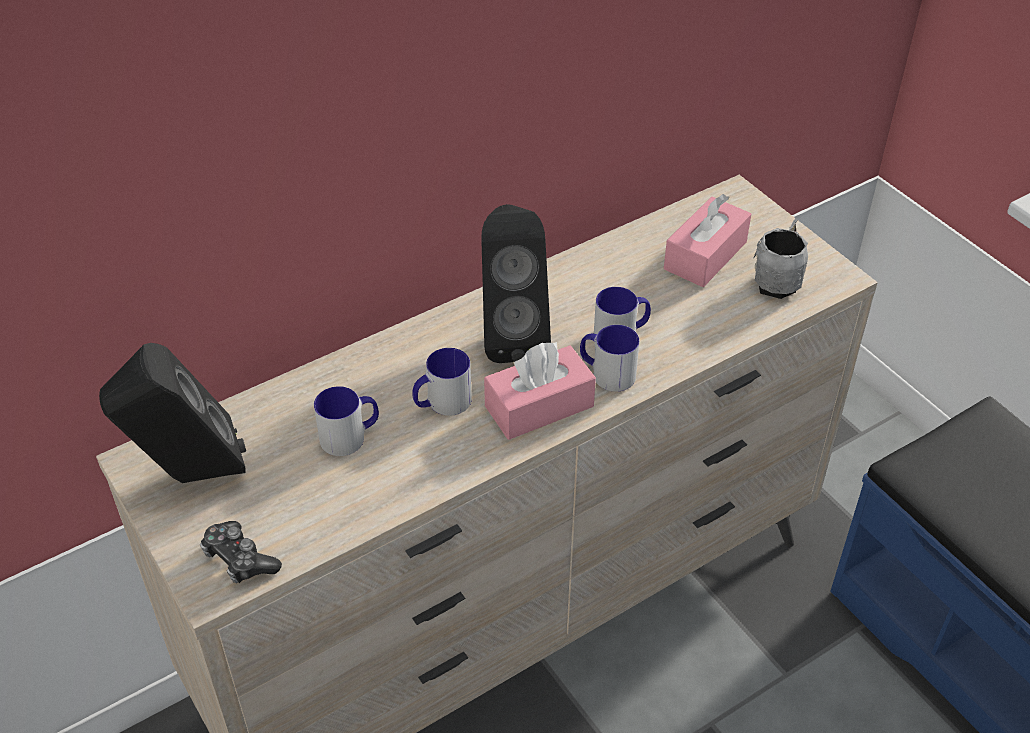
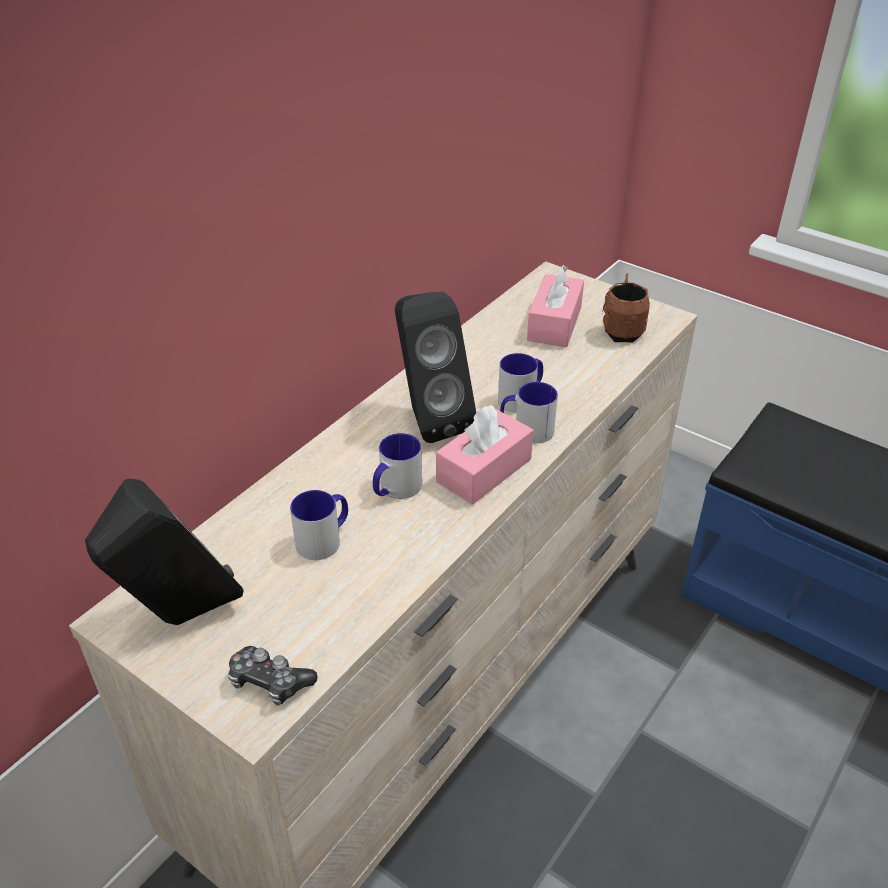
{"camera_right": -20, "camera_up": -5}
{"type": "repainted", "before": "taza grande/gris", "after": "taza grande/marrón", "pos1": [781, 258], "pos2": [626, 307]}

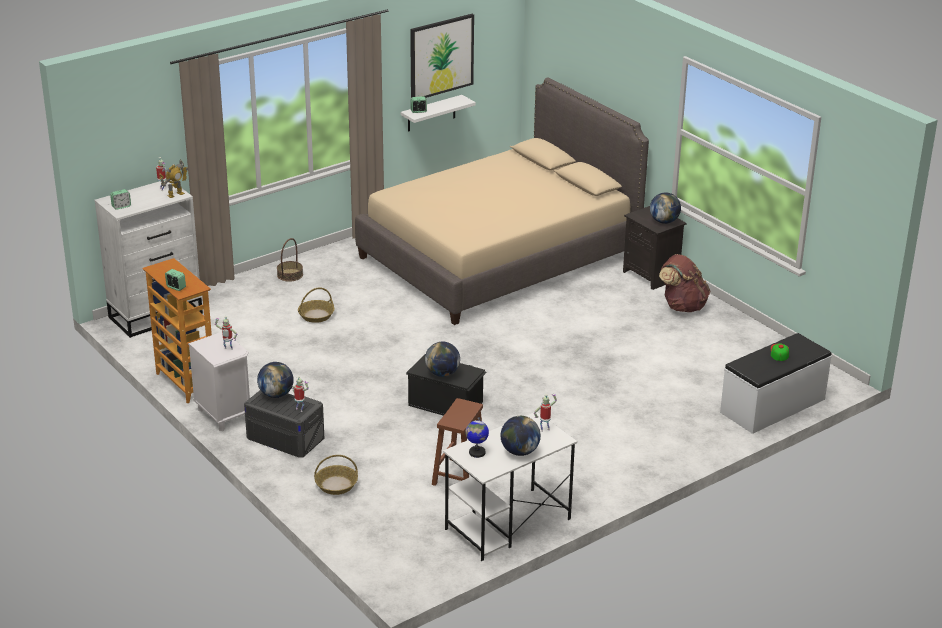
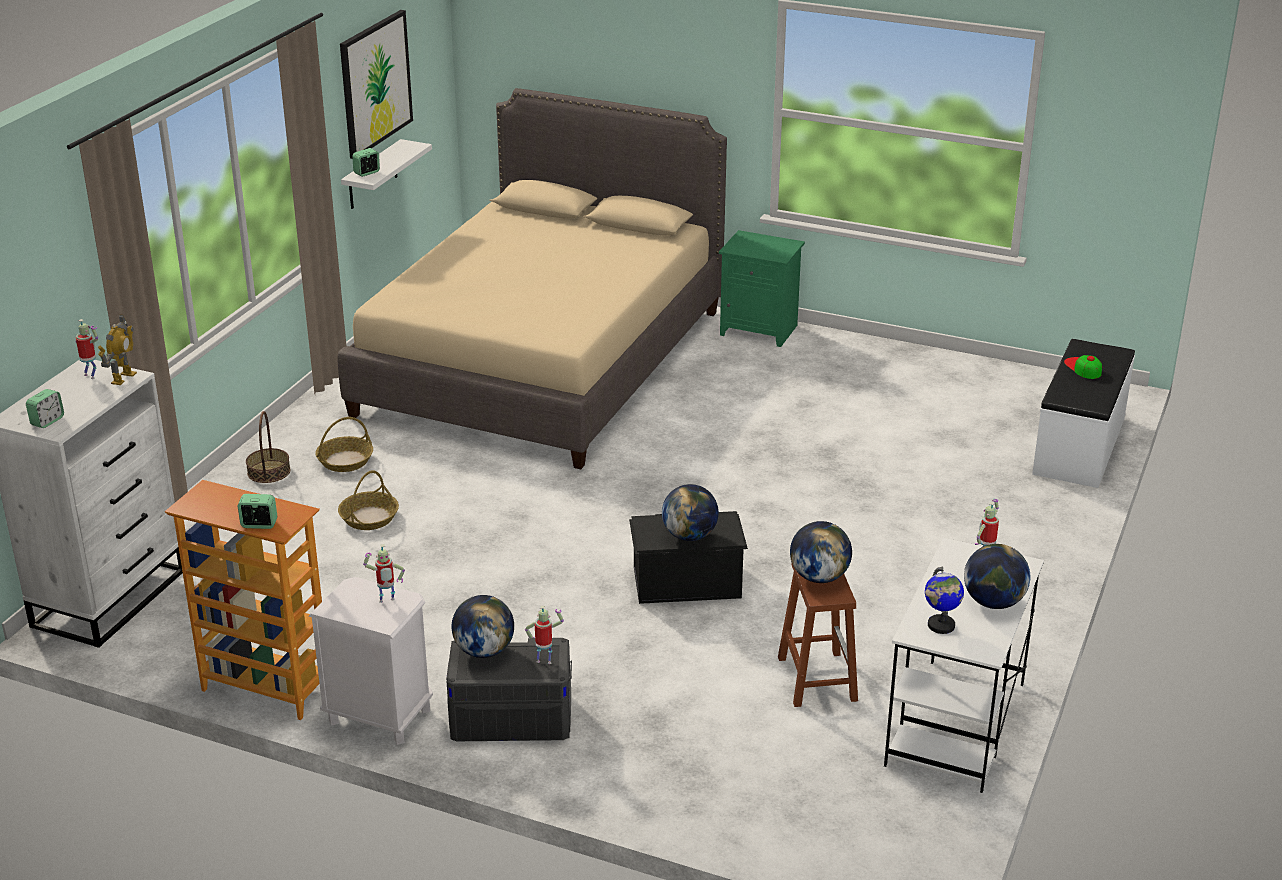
{"camera_right": -30, "camera_up": 0}
{"type": "shifted", "before": "cesta", "pos1": [336, 475], "pos2": [344, 444]}
{"type": "repainted", "before": "mesita de noche/negro", "after": "mesita de noche/verde", "pos1": [655, 248], "pos2": [762, 288]}
{"type": "shifted", "before": "globo terráqueo", "pos1": [665, 208], "pos2": [821, 552]}
{"type": "gone", "before": "mochila/marrón", "pos1": [684, 283]}

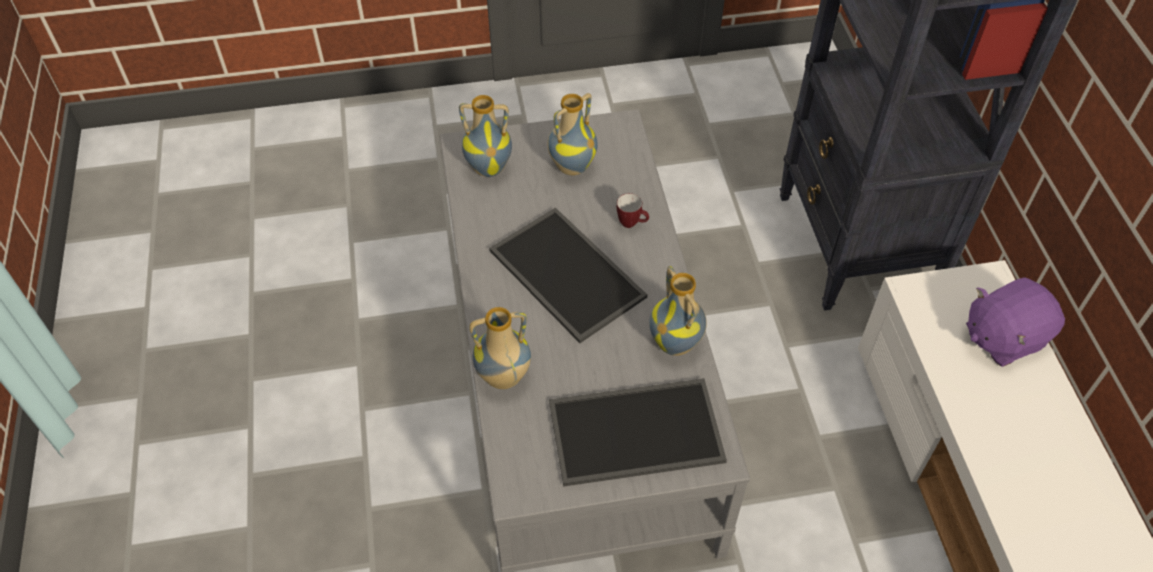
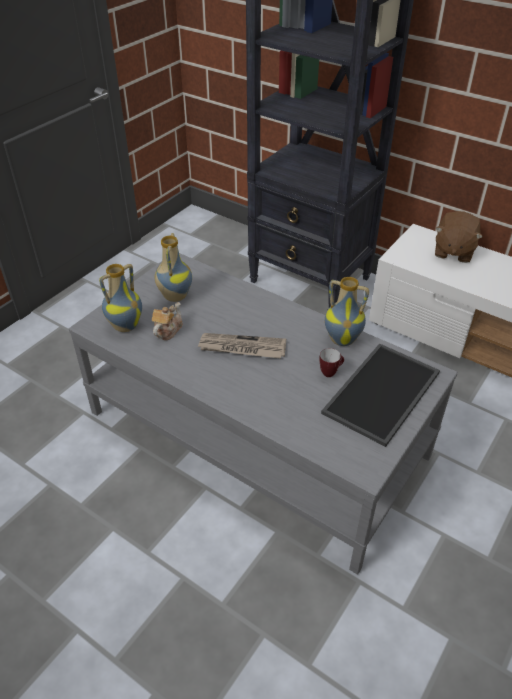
{"camera_right": -45, "camera_up": -10}
{"type": "gone", "before": "florero", "pos1": [500, 348]}
{"type": "swapped", "before": "bandeja", "after": "periódico", "pos1": [568, 275], "pos2": [241, 346]}
{"type": "shifted", "before": "taza grande", "pos1": [633, 210], "pos2": [331, 362]}
{"type": "repainted", "before": "peluche/morado", "after": "peluche/marrón", "pos1": [1015, 322], "pos2": [459, 237]}
{"type": "new", "after": "tetera", "pos2": [167, 321]}

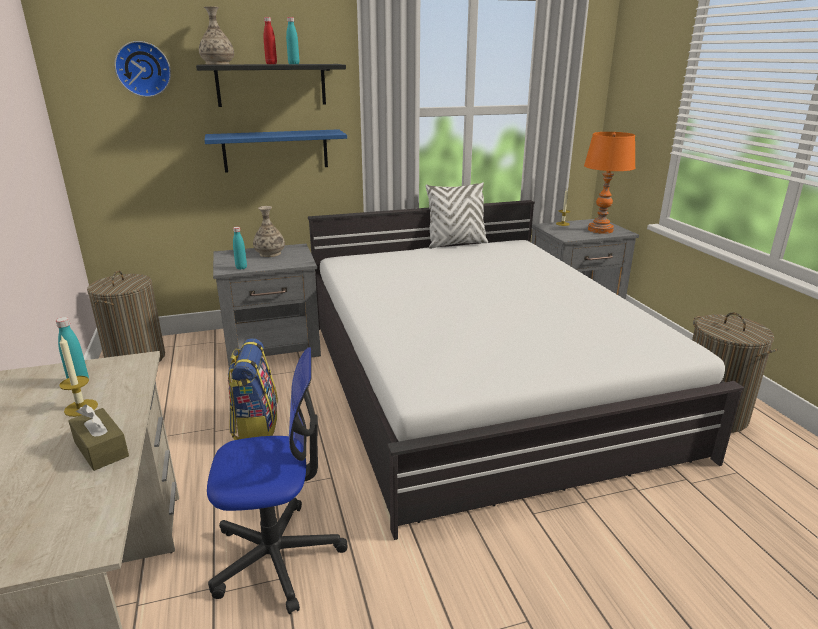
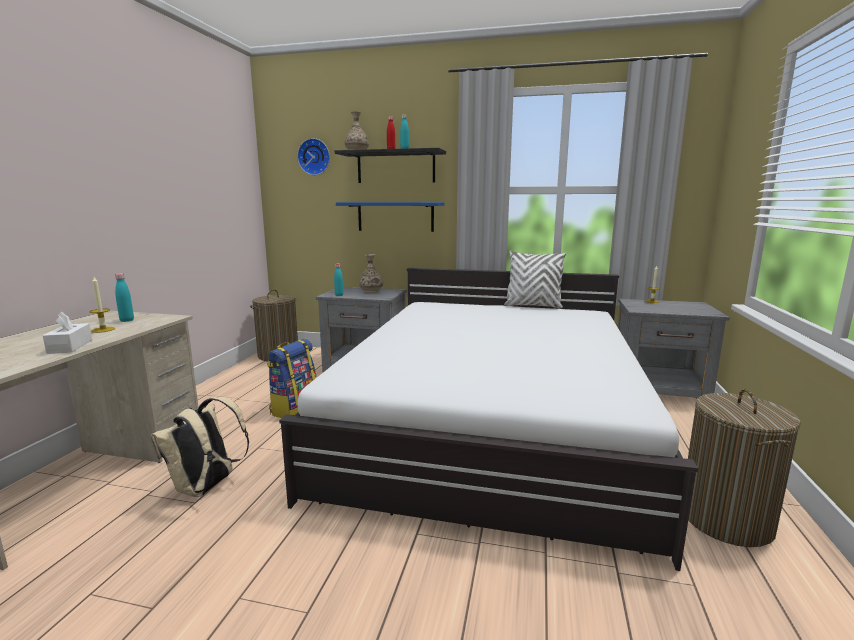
{"camera_right": 30, "camera_up": -10}
{"type": "repainted", "before": "caja de pañuelos/marrón", "after": "caja de pañuelos/blanco", "pos1": [98, 437], "pos2": [67, 333]}
{"type": "swapped", "before": "silla de oficina", "after": "mochila/beis", "pos1": [277, 480], "pos2": [200, 447]}
{"type": "gone", "before": "lámpara de mesa/naranja", "pos1": [610, 183]}

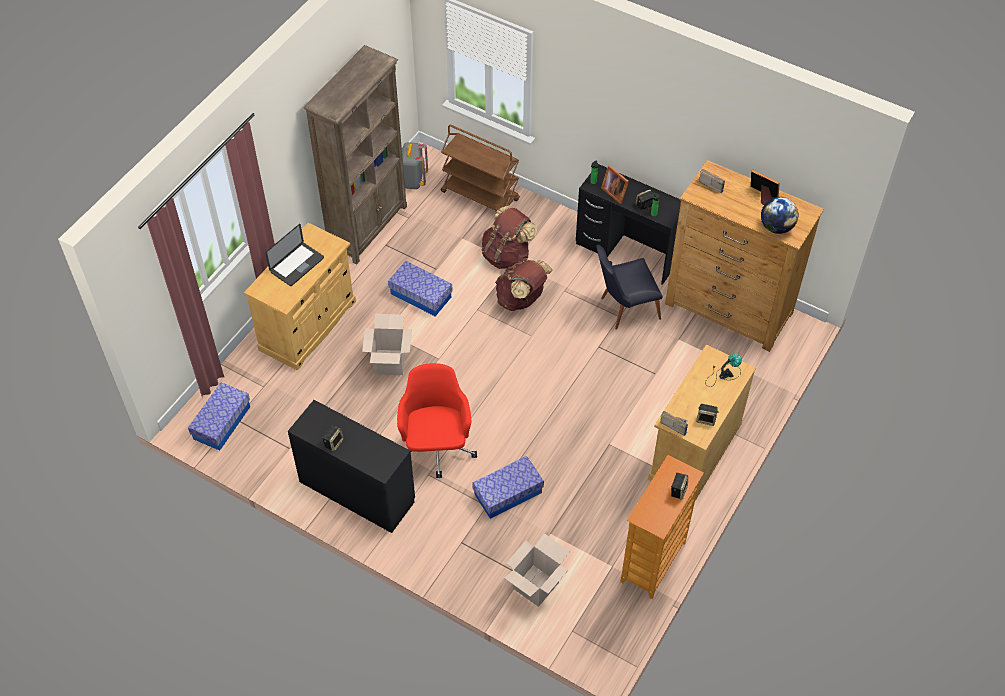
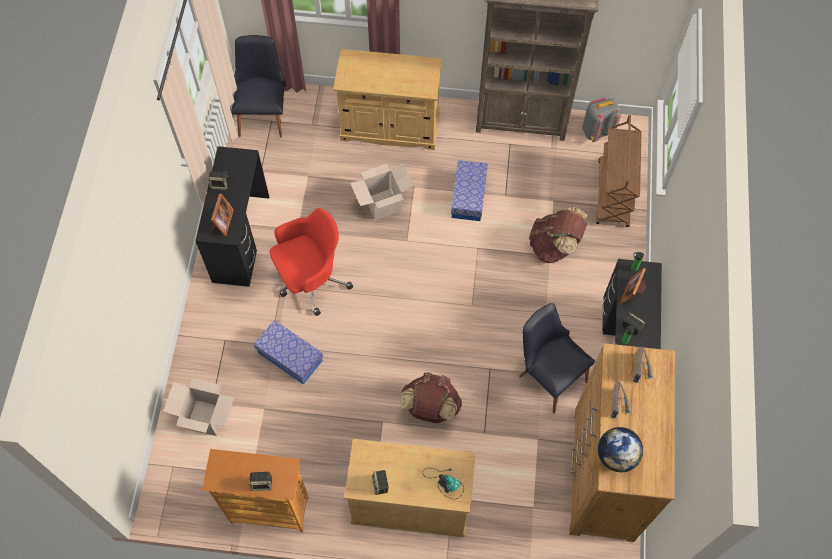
{"camera_right": 65, "camera_up": 10}
{"type": "swapped", "before": "caja de almacenaje", "after": "silla/negro", "pos1": [219, 416], "pos2": [258, 86]}
{"type": "gone", "before": "portátil", "pos1": [295, 255]}
{"type": "shifted", "before": "mochila/marrón", "pos1": [524, 285], "pos2": [431, 398]}
{"type": "shifted", "before": "radio", "pos1": [674, 423], "pos2": [621, 400]}
{"type": "shifted", "before": "portarretratos", "pos1": [765, 187], "pos2": [222, 215]}

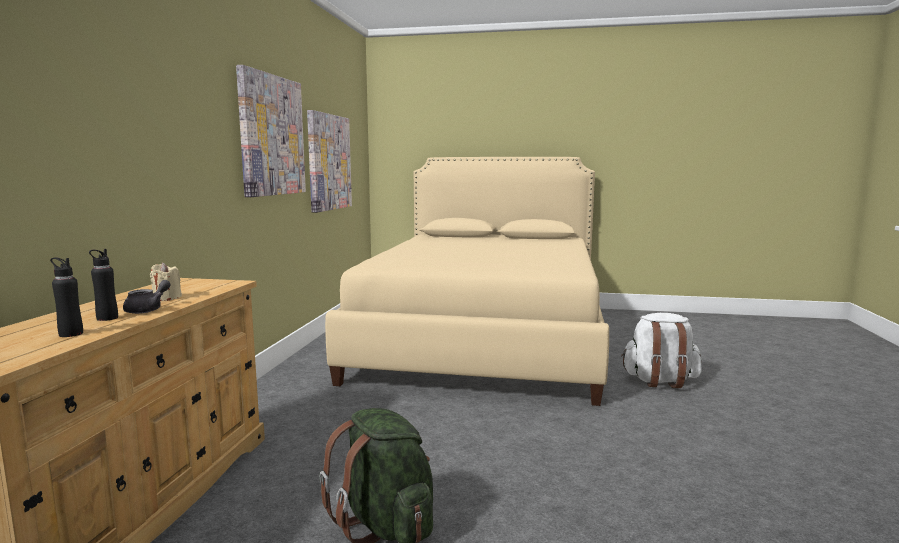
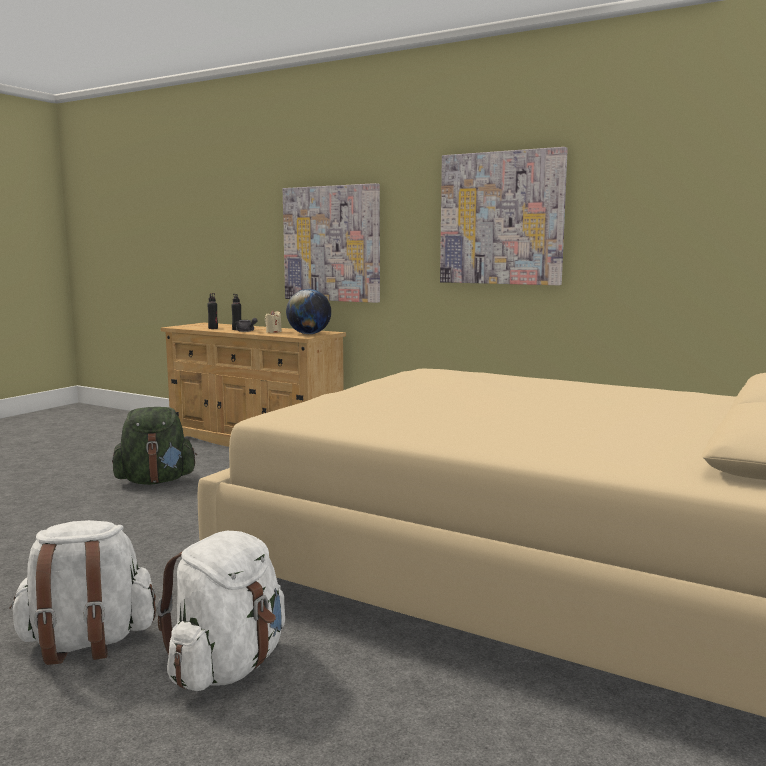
{"camera_right": 110, "camera_up": 0}
{"type": "shifted", "before": "cuadro", "pos1": [329, 161], "pos2": [331, 243]}
{"type": "new", "after": "mochila/blanco", "pos2": [82, 592]}
{"type": "new", "after": "globo terráqueo", "pos2": [308, 311]}

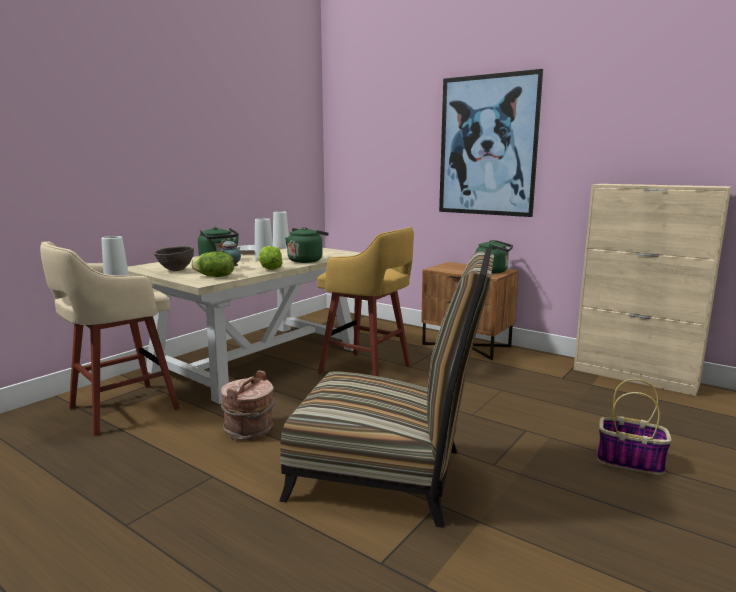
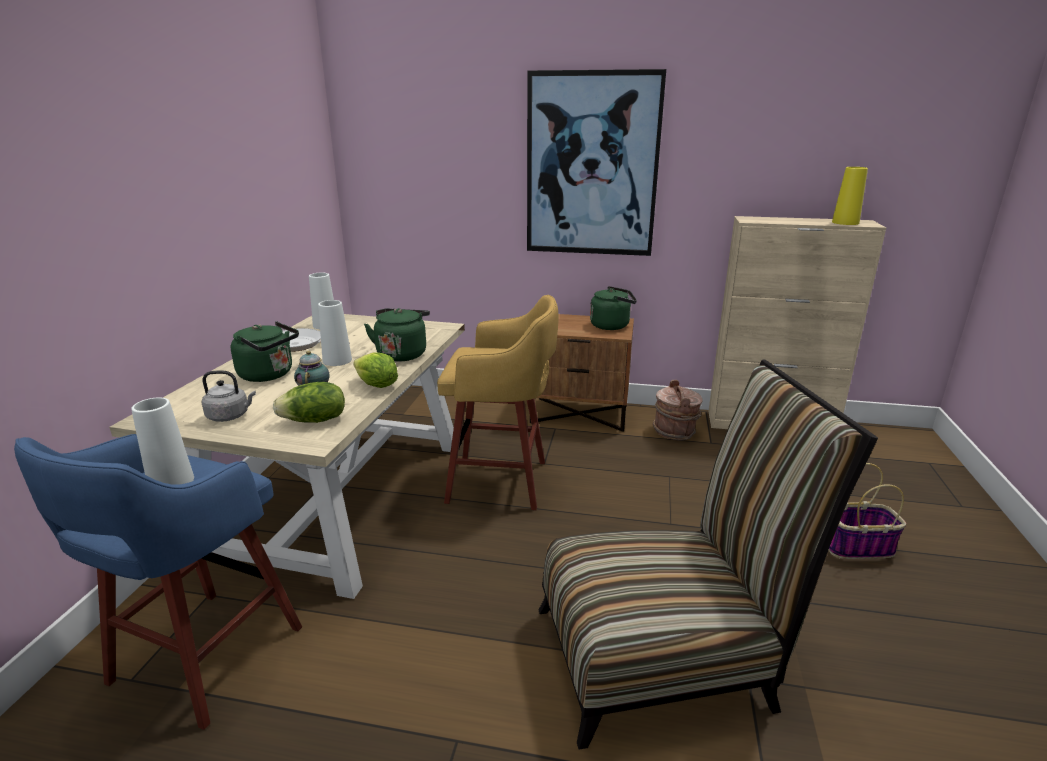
{"camera_right": -25, "camera_up": 10}
{"type": "repainted", "before": "taburete/beis", "after": "taburete/azul", "pos1": [110, 338], "pos2": [158, 582]}
{"type": "swapped", "before": "cuenco/marrón", "after": "hervidor/gris", "pos1": [174, 258], "pos2": [229, 396]}
{"type": "shifted", "before": "cubo/marrón", "pos1": [248, 405], "pos2": [678, 410]}
{"type": "new", "after": "florero/amarillo", "pos2": [850, 196]}

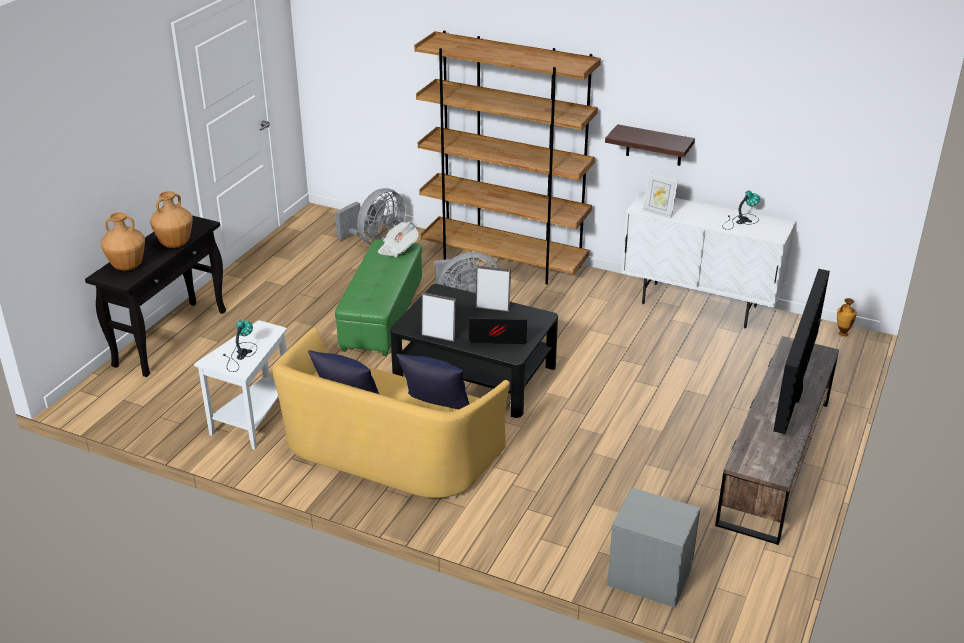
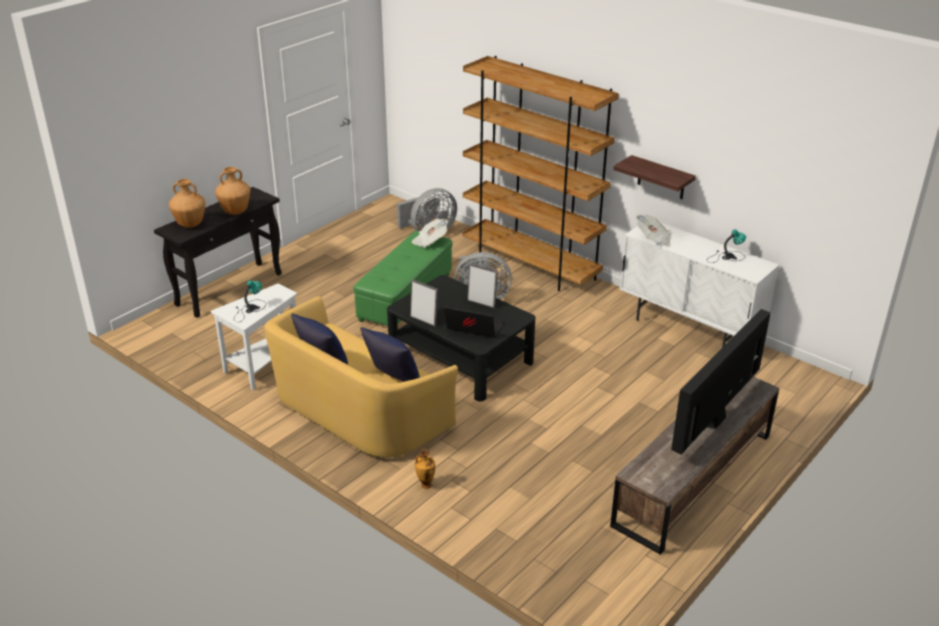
{"camera_right": 15, "camera_up": 0}
{"type": "gone", "before": "mesita de noche/gris", "pos1": [653, 548]}
{"type": "swapped", "before": "portarretratos", "after": "periódico", "pos1": [660, 195], "pos2": [653, 231]}
{"type": "shifted", "before": "florero", "pos1": [847, 317], "pos2": [425, 469]}

